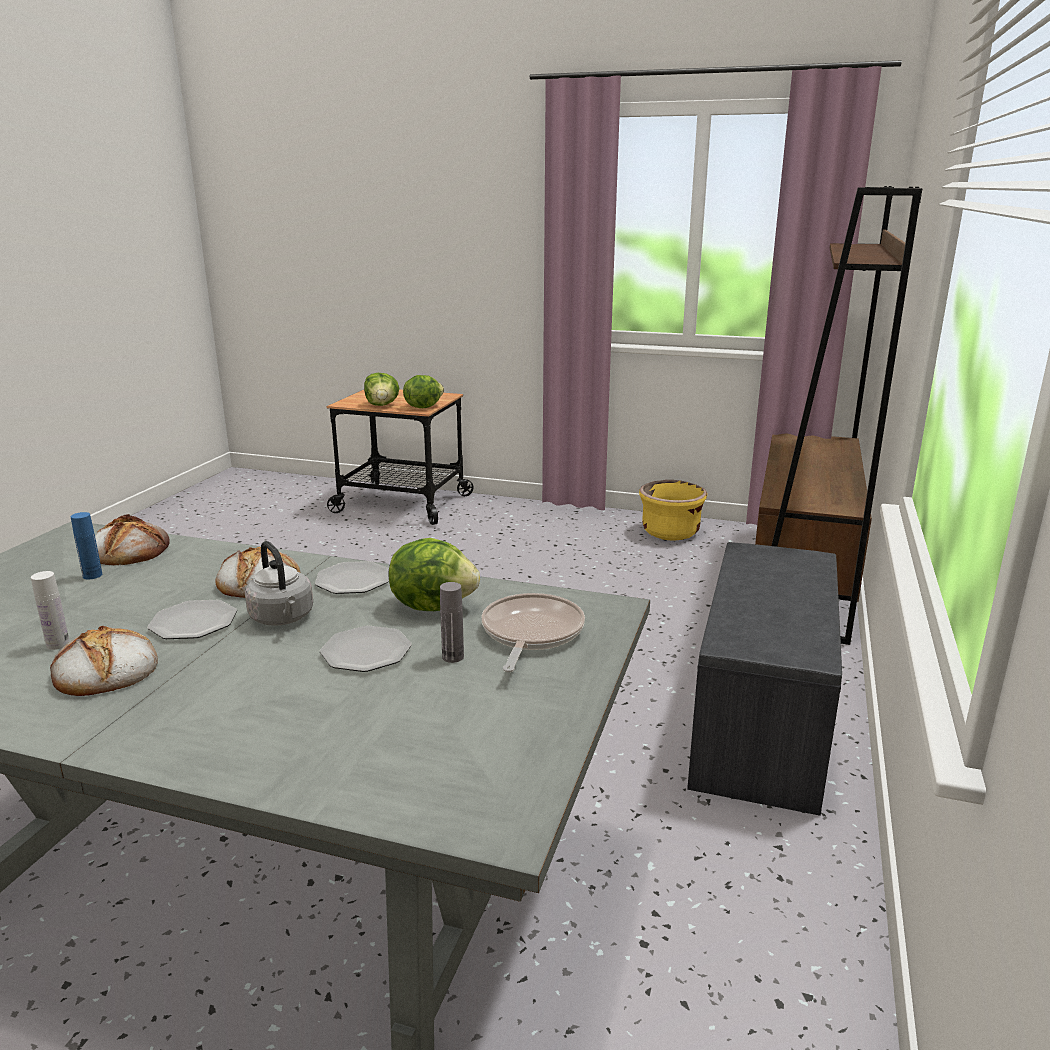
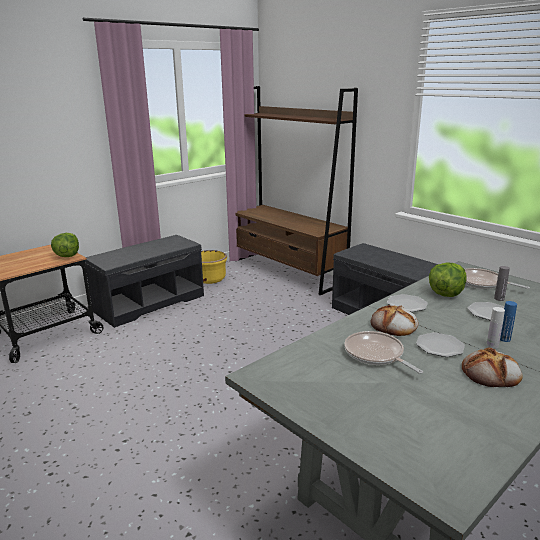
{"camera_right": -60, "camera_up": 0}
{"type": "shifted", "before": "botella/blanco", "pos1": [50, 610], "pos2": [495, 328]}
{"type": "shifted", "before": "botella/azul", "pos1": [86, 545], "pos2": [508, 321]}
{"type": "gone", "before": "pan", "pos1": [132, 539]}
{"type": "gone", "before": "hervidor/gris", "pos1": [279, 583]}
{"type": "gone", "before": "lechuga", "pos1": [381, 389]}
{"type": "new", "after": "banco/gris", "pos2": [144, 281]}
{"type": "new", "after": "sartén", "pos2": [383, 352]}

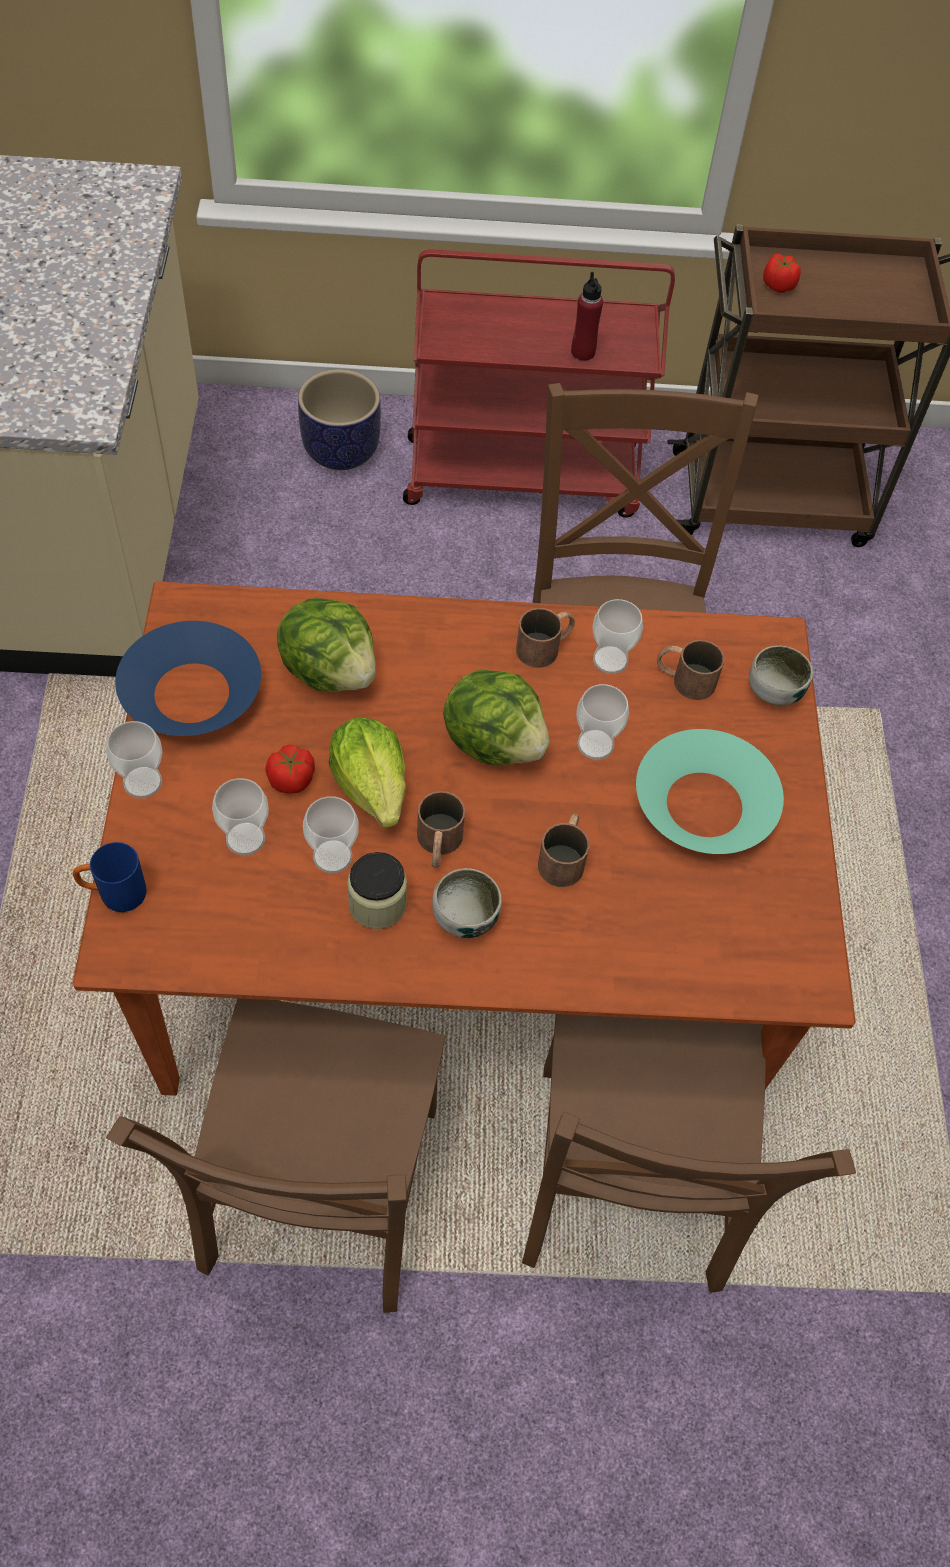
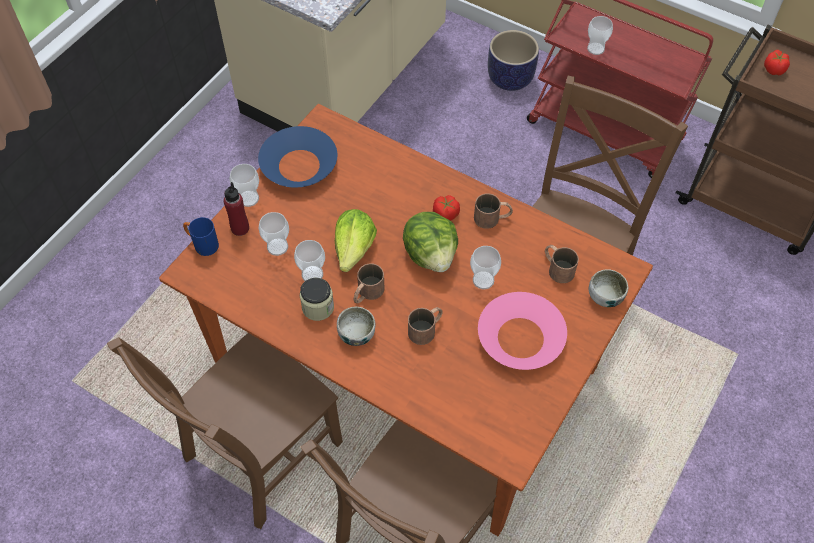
{"camera_right": 35, "camera_up": 0}
{"type": "shifted", "before": "tomate", "pos1": [290, 769], "pos2": [446, 208]}
{"type": "gone", "before": "lechuga", "pos1": [326, 644]}
{"type": "shifted", "before": "botella/rojo", "pos1": [587, 316], "pos2": [236, 209]}
{"type": "shifted", "before": "taza", "pos1": [617, 636], "pos2": [600, 35]}
{"type": "repainted", "before": "cuenco/turquesa", "after": "cuenco/rosa", "pos1": [710, 791], "pos2": [522, 331]}

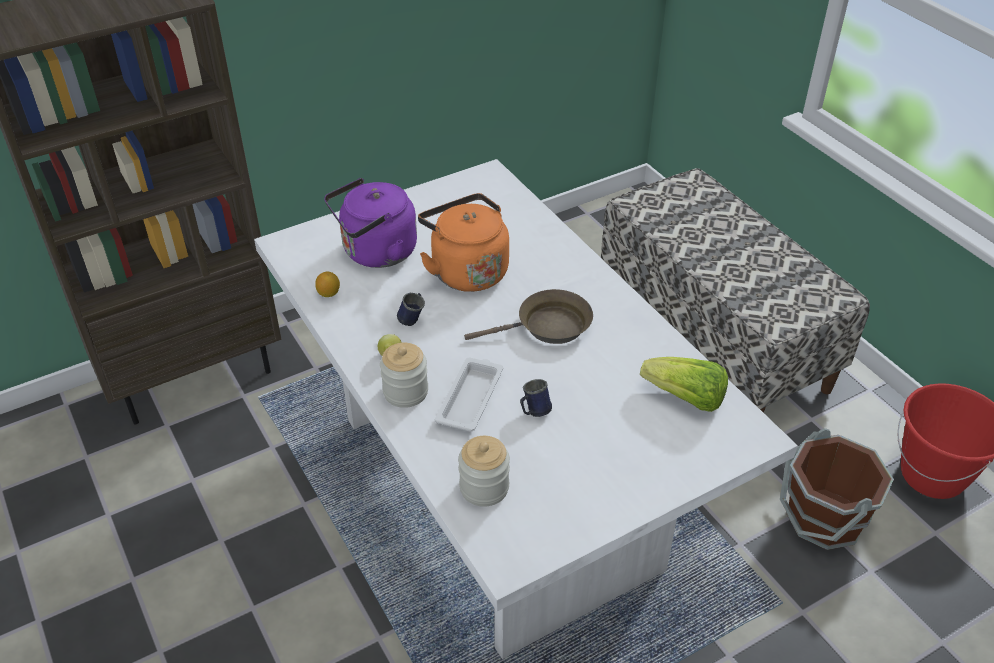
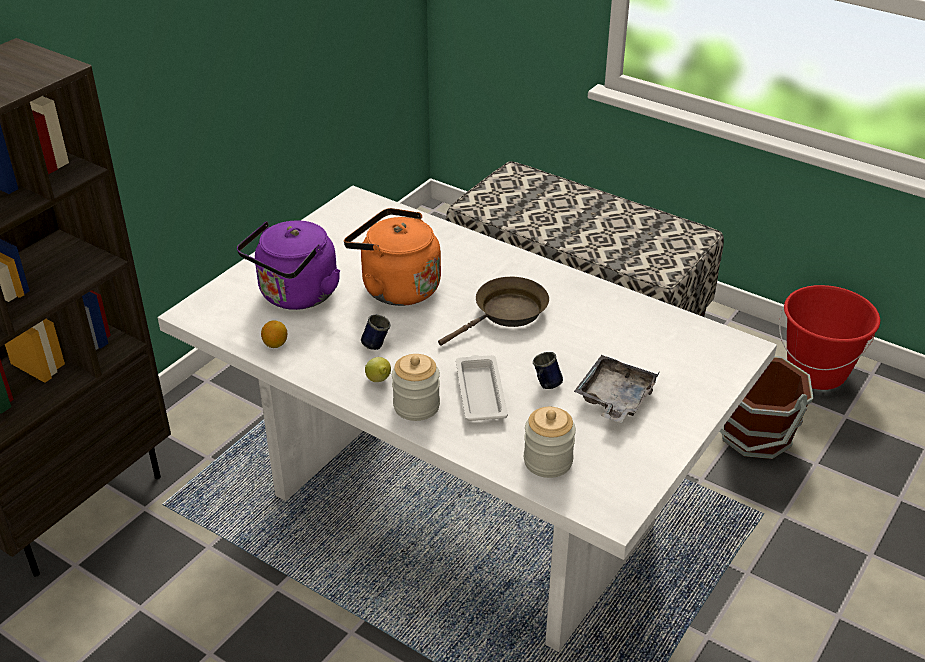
{"camera_right": -25, "camera_up": -5}
{"type": "gone", "before": "lechuga", "pos1": [684, 384]}
{"type": "new", "after": "bandeja/gris", "pos2": [616, 389]}

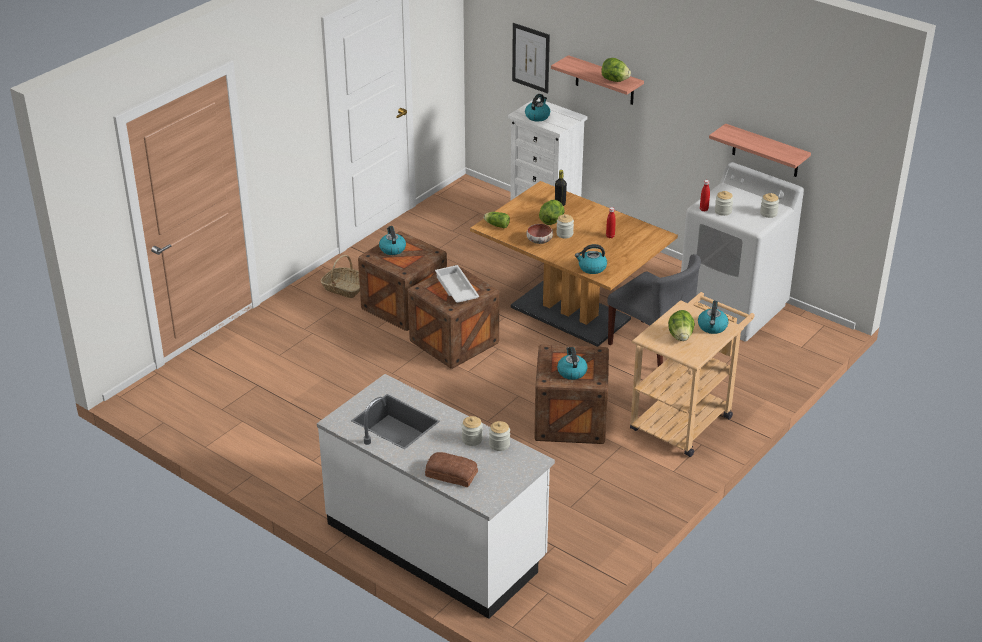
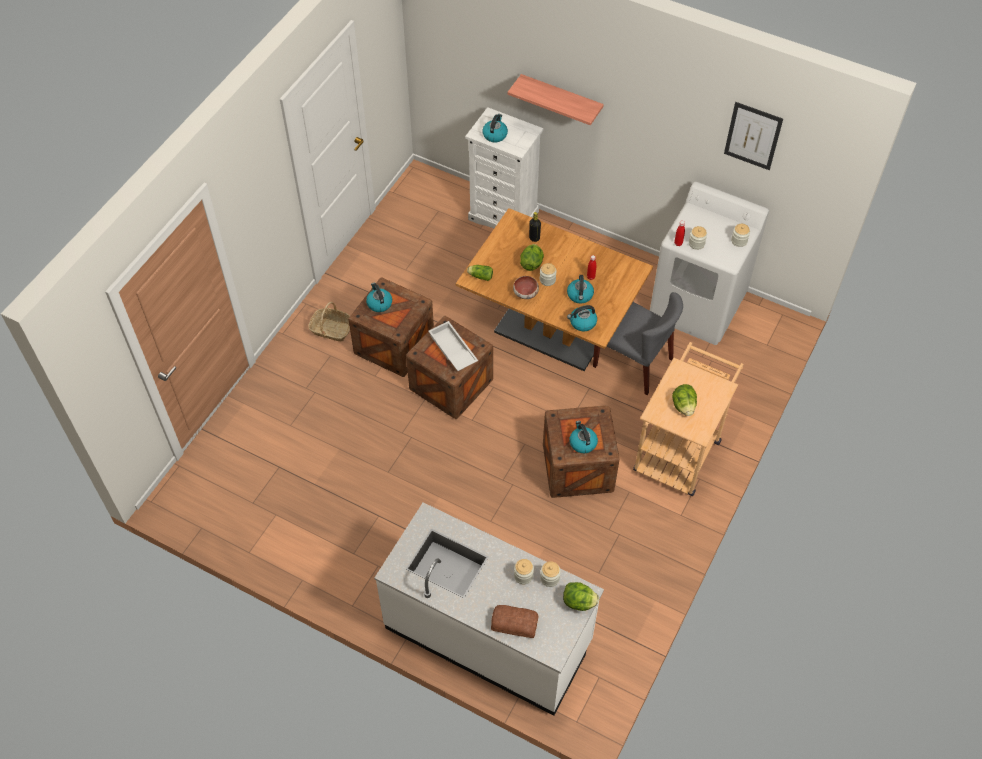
{"camera_right": -10, "camera_up": 20}
{"type": "shifted", "before": "cuadro", "pos1": [531, 58], "pos2": [753, 136]}
{"type": "shifted", "before": "lechuga", "pos1": [616, 70], "pos2": [581, 596]}
{"type": "shifted", "before": "hervidor", "pos1": [713, 317], "pos2": [580, 289]}
{"type": "gone", "before": "estante", "pos1": [760, 150]}

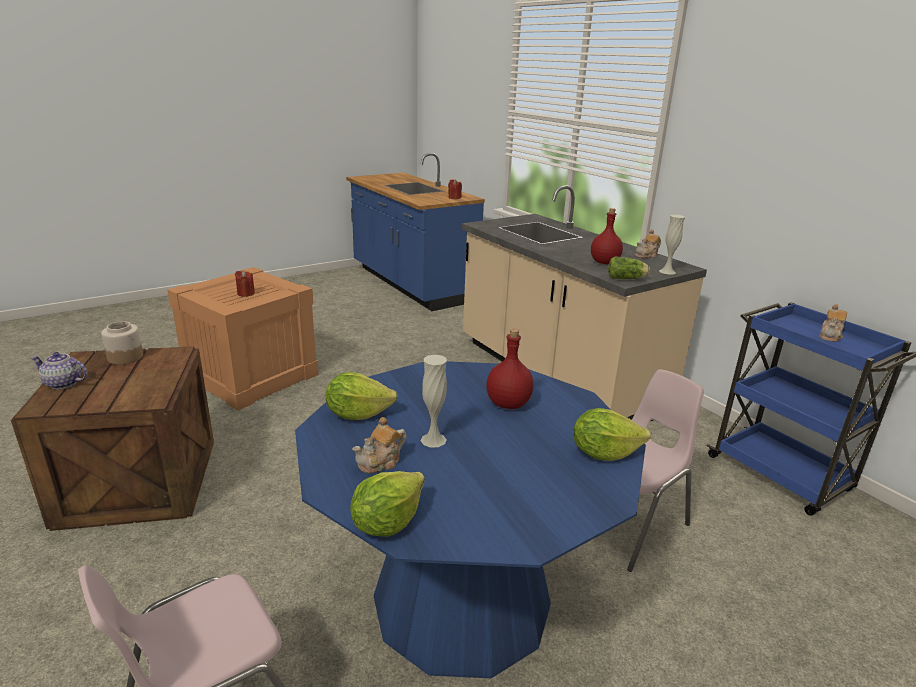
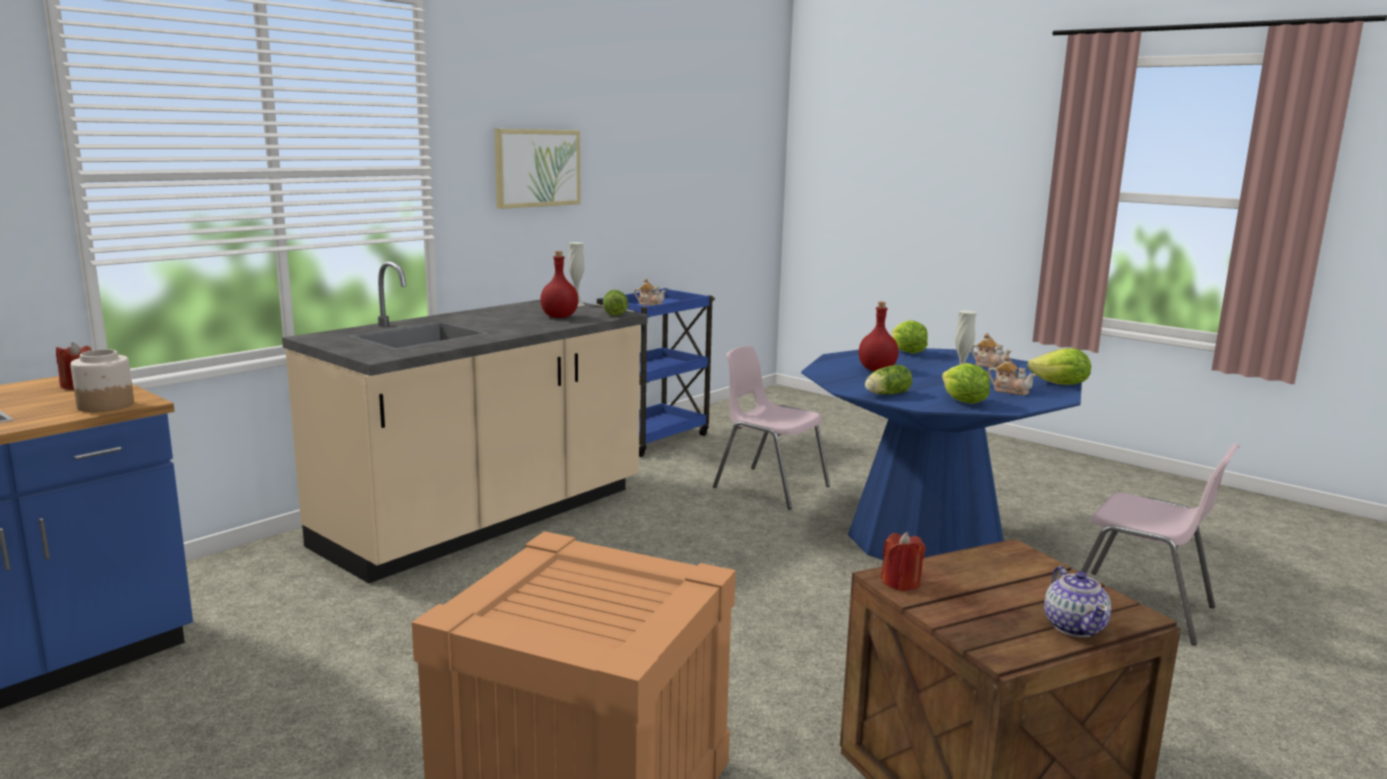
{"camera_right": -105, "camera_up": -10}
{"type": "shifted", "before": "tarro", "pos1": [122, 343], "pos2": [102, 380]}
{"type": "shifted", "before": "vela/rojo", "pos1": [245, 283], "pos2": [903, 561]}
{"type": "shifted", "before": "tetera", "pos1": [648, 243], "pos2": [991, 350]}
{"type": "new", "after": "cuadro", "pos2": [537, 169]}
{"type": "new", "after": "lechuga", "pos2": [889, 380]}

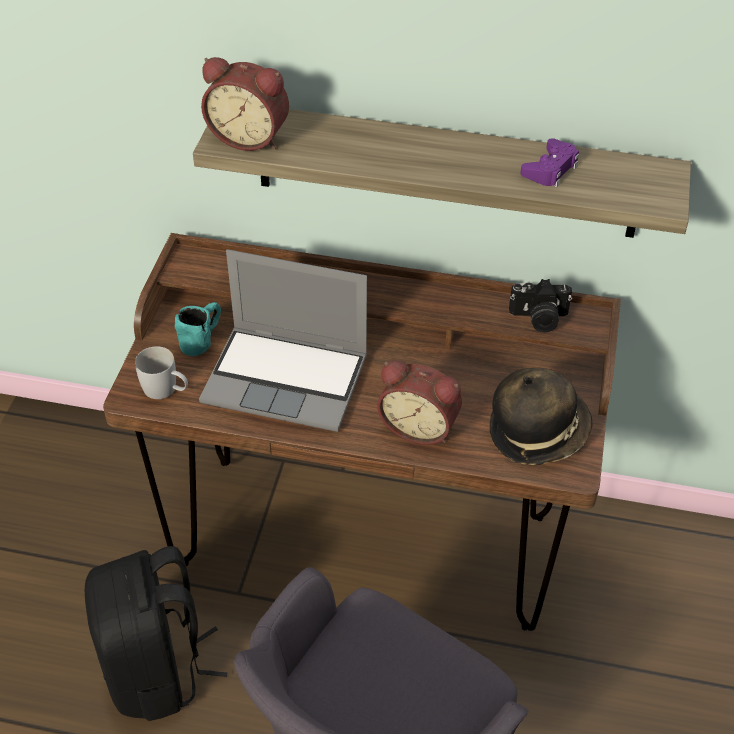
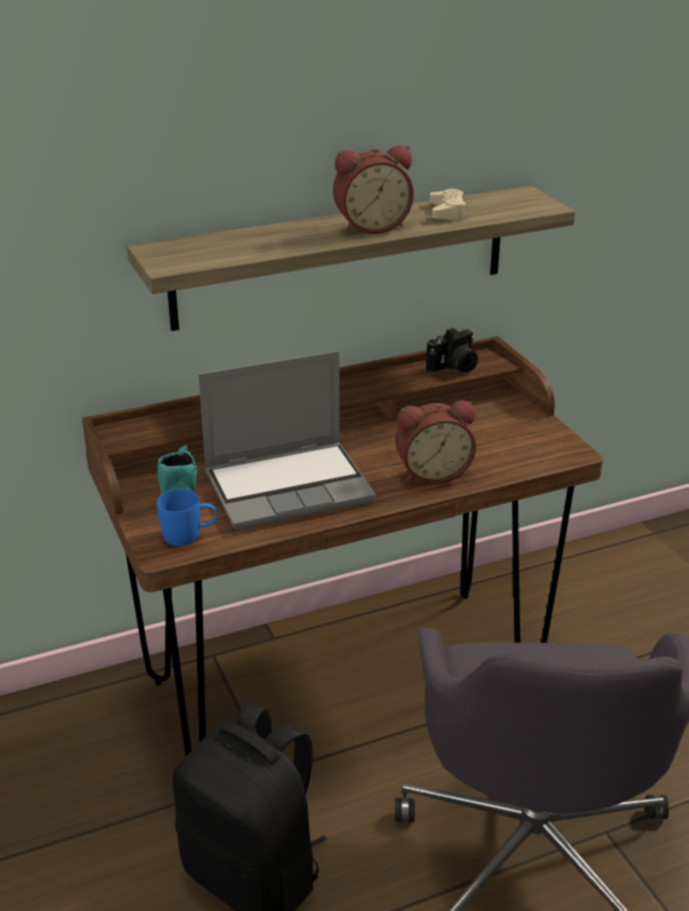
{"camera_right": -35, "camera_up": -15}
{"type": "repainted", "before": "taza grande/blanco", "after": "taza grande/azul", "pos1": [161, 372], "pos2": [187, 517]}
{"type": "shifted", "before": "despertador", "pos1": [245, 104], "pos2": [373, 190]}
{"type": "gone", "before": "sombrero", "pos1": [541, 416]}
{"type": "repainted", "before": "mando de consola/morado", "after": "mando de consola/beis", "pos1": [549, 162], "pos2": [448, 204]}

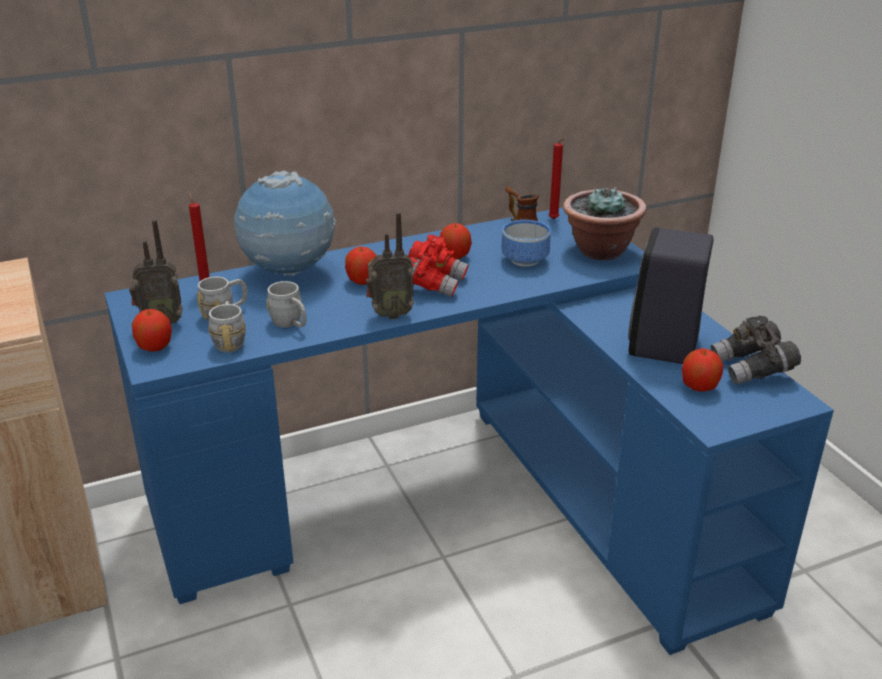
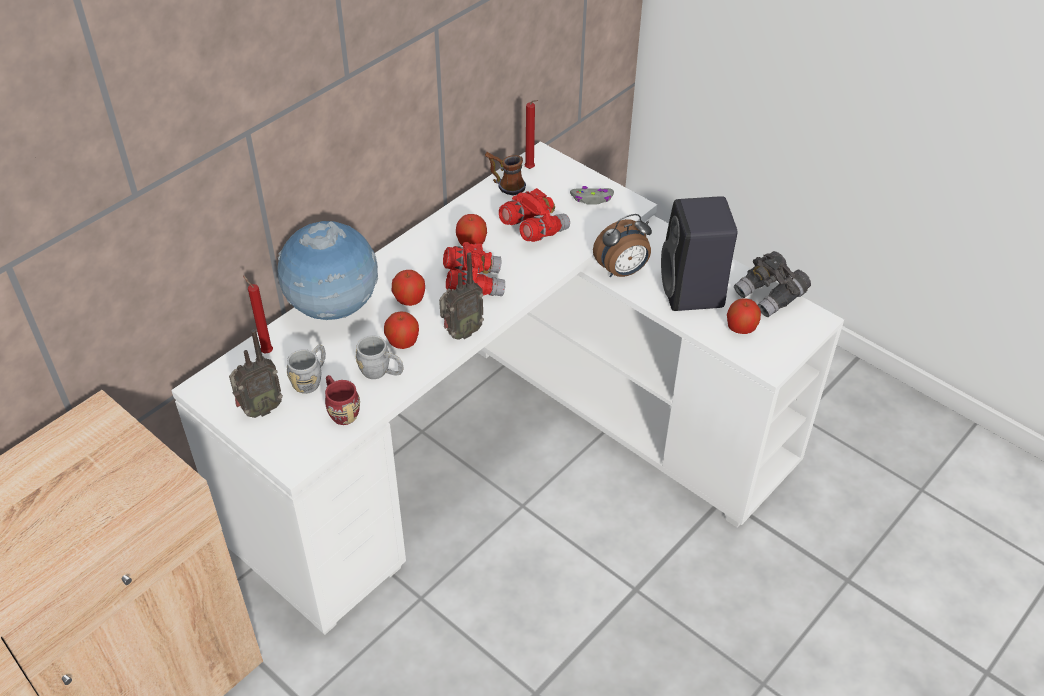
{"camera_right": -25, "camera_up": 15}
{"type": "repainted", "before": "escritorio/azul", "after": "escritorio/blanco", "pos1": [469, 431], "pos2": [507, 388]}
{"type": "shifted", "before": "manzana", "pos1": [152, 330], "pos2": [401, 330]}
{"type": "repainted", "before": "taza grande/gris", "after": "taza grande/rojo", "pos1": [227, 326], "pos2": [342, 400]}
{"type": "swapped", "before": "cuenco", "after": "prismáticos/rojo", "pos1": [526, 243], "pos2": [534, 215]}
{"type": "swapped", "before": "planta en maceta", "after": "mando de consola/gris", "pos1": [605, 222], "pos2": [592, 195]}
{"type": "new", "after": "despertador", "pos2": [622, 245]}

